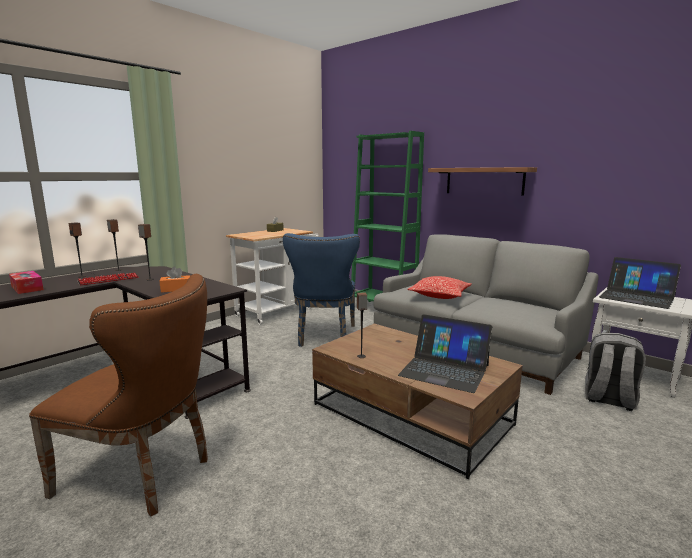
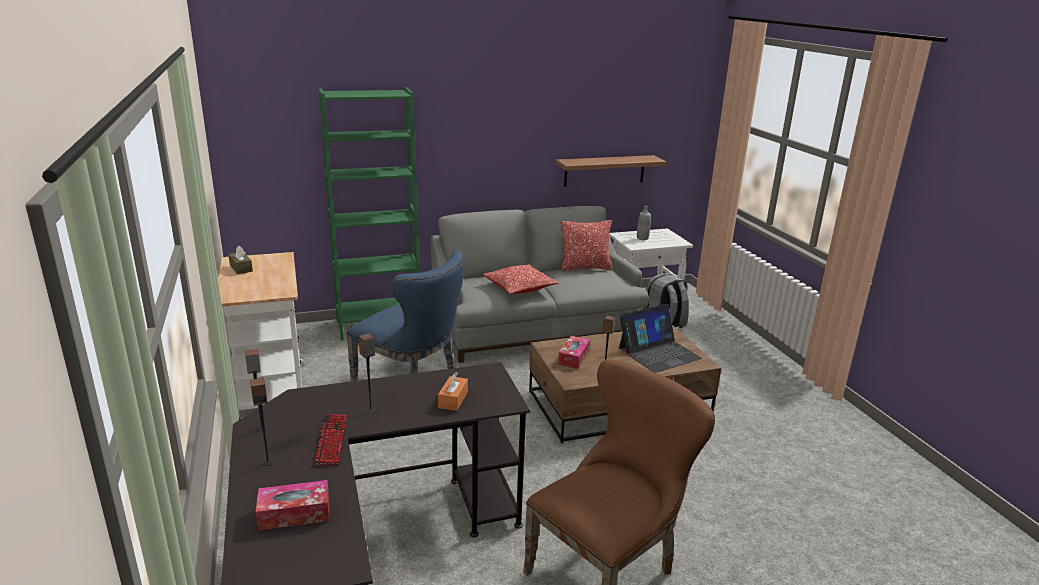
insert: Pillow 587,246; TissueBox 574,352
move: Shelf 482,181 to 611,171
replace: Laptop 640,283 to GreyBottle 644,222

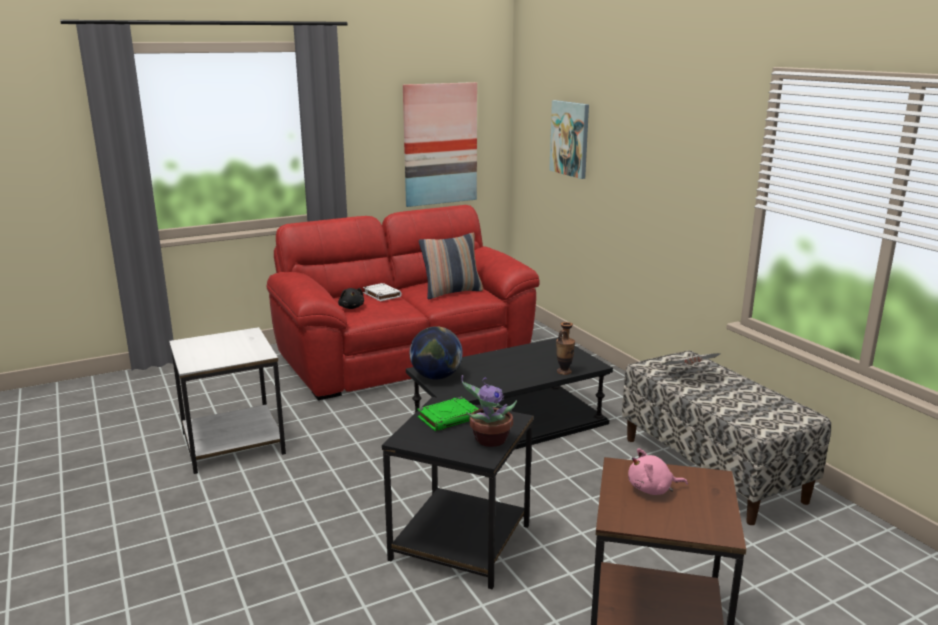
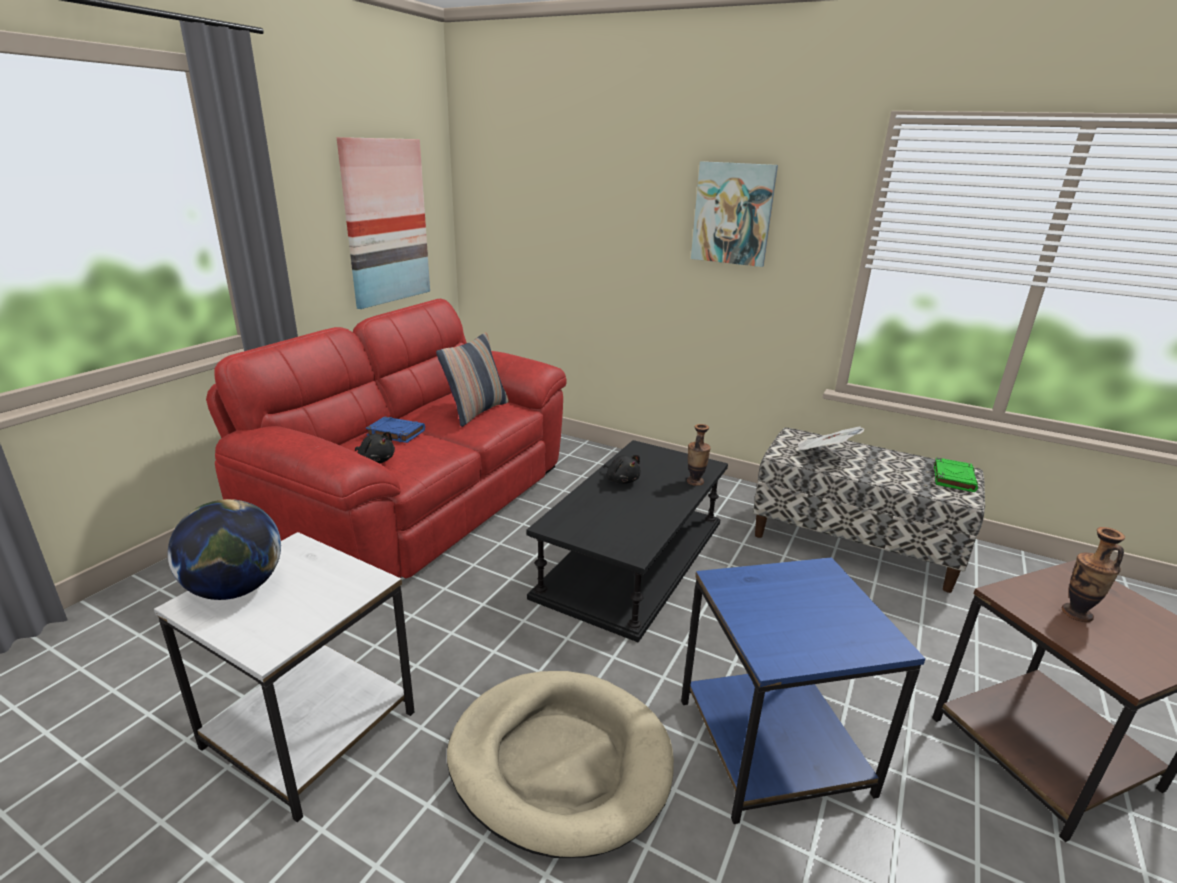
delete: PottedPlant 489,411
insert: BlackPlushToy 622,469; BeigeDogBed 560,764
move: Picture 569,139 to 734,214; Globe 436,352 to 224,549; GreenBook 447,414 to 956,474
replace: PinkPlushToy 658,471 to Vase 1093,574
recolor: WhiteBook 382,292 to BlueBook 395,430; BlackSideTable 457,493 to BlueSideTable 803,690

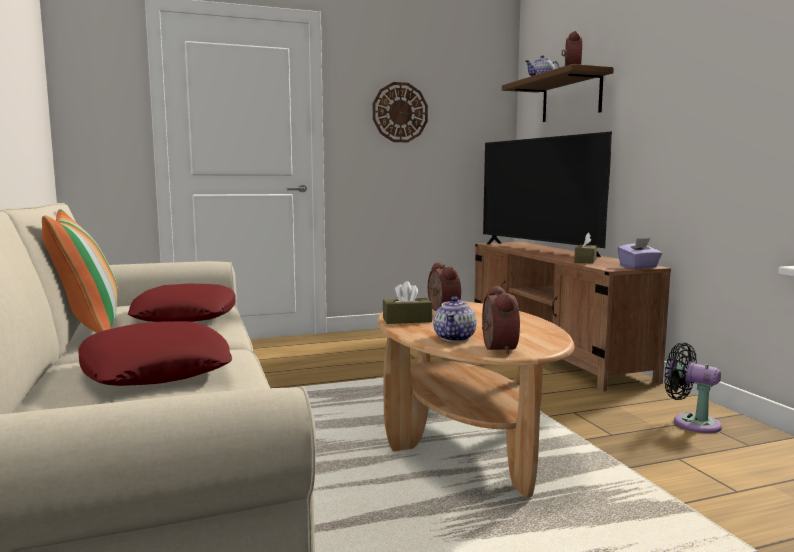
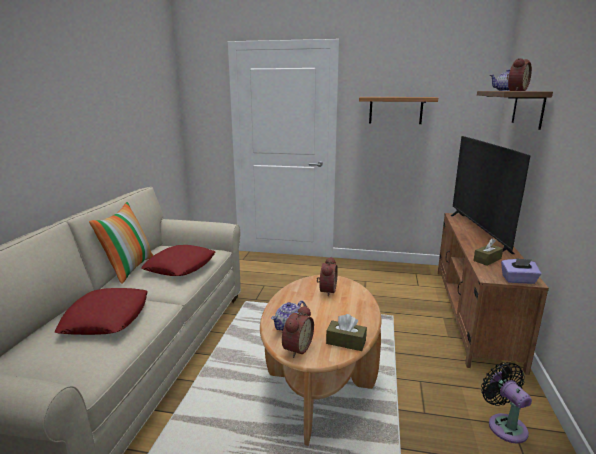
move: BrownTissueBox 407,302 to 346,332
replace: WallClock 400,112 to Shelf 398,110

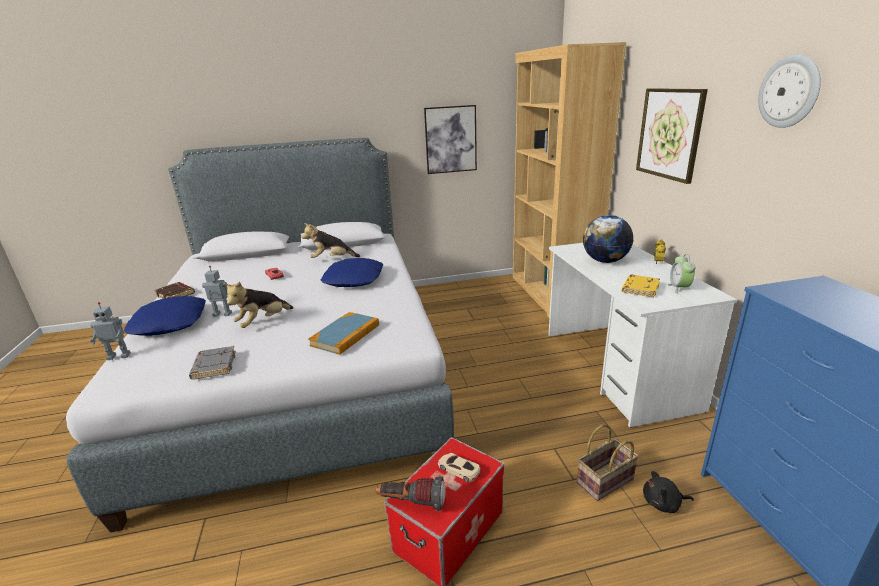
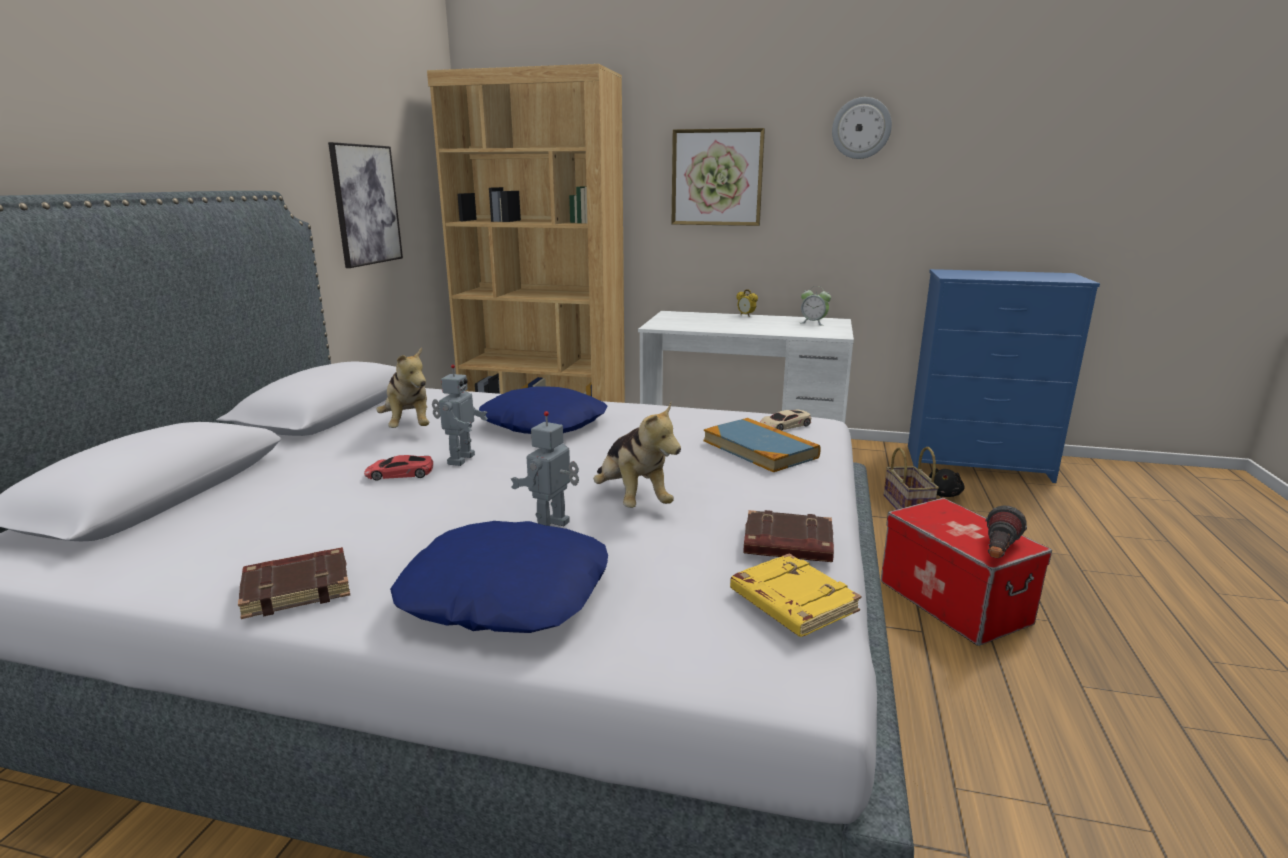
delete: Globe 608,239
move: YellowBook 641,286 to 796,595; ToyRobot 110,331 to 460,415; BeigeToyCar 459,467 to 785,420
recolor: GreyBook 212,363 to BrownBook 788,536
rotate: PlushToy 331,240 = 402,387 45 degrees counterclockwise

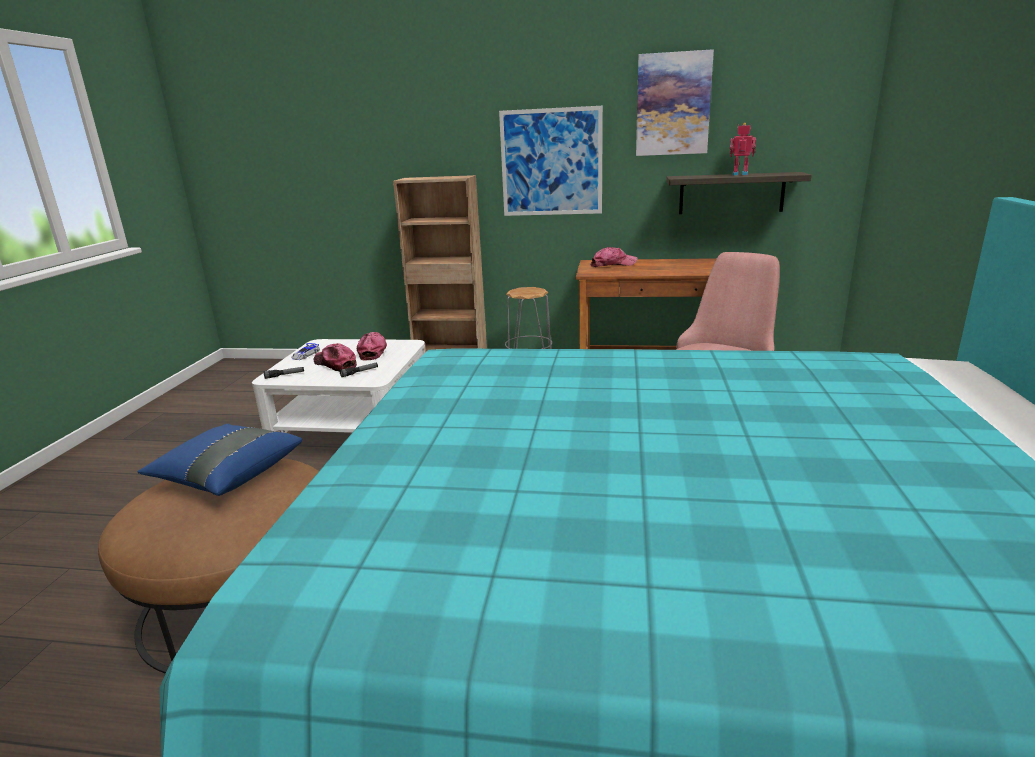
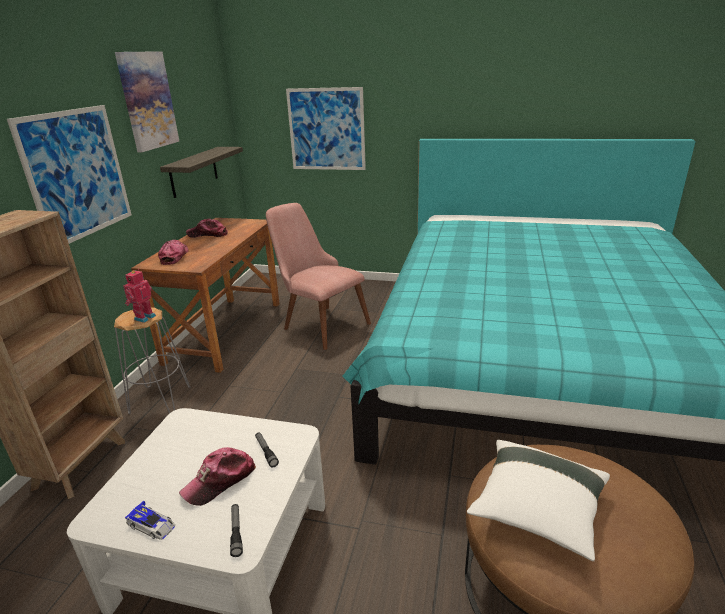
insert: Picture 326,128
move: ToyRobot 743,149 to 139,296; Cap 372,346 to 207,228
recolor: BluePillow 219,460 to WhitePillow 538,500

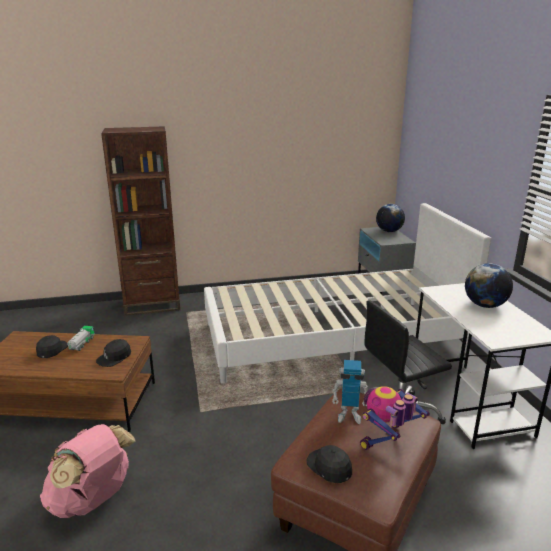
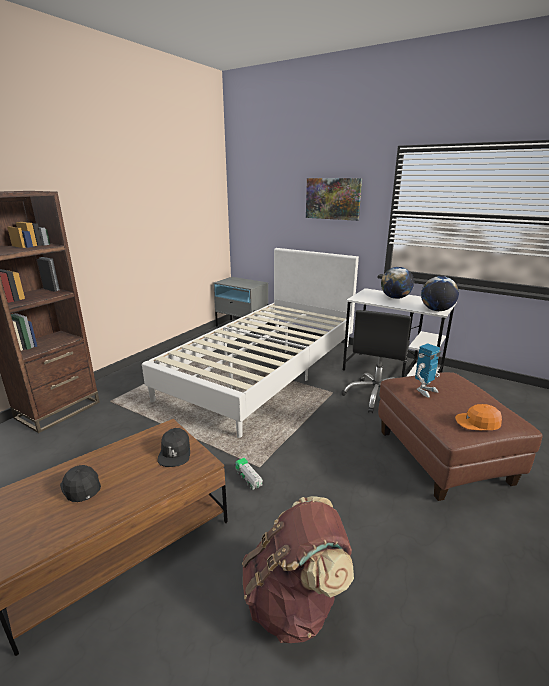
delete: ToyRobot 395,418
insert: Picture 334,199
move: Globe 390,218 to 440,293; ToyTruck 81,338 to 249,474
recolor: PinkBackpack 87,471 to BrownBackpack 298,569; BlackCap 329,464 to OrangeCap 478,417

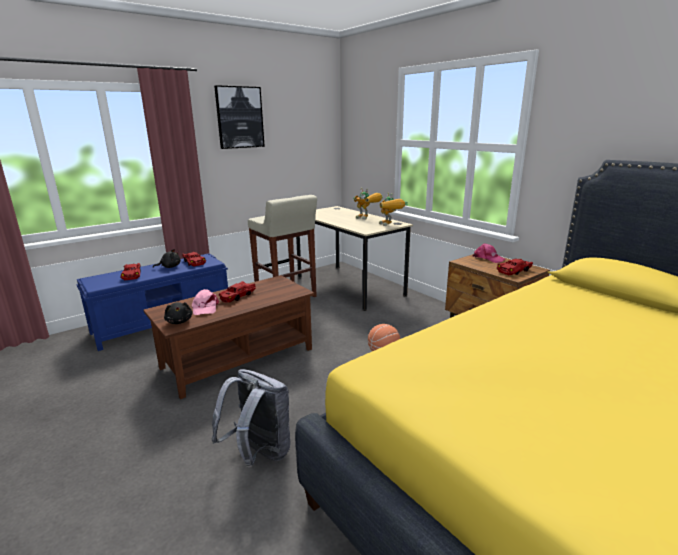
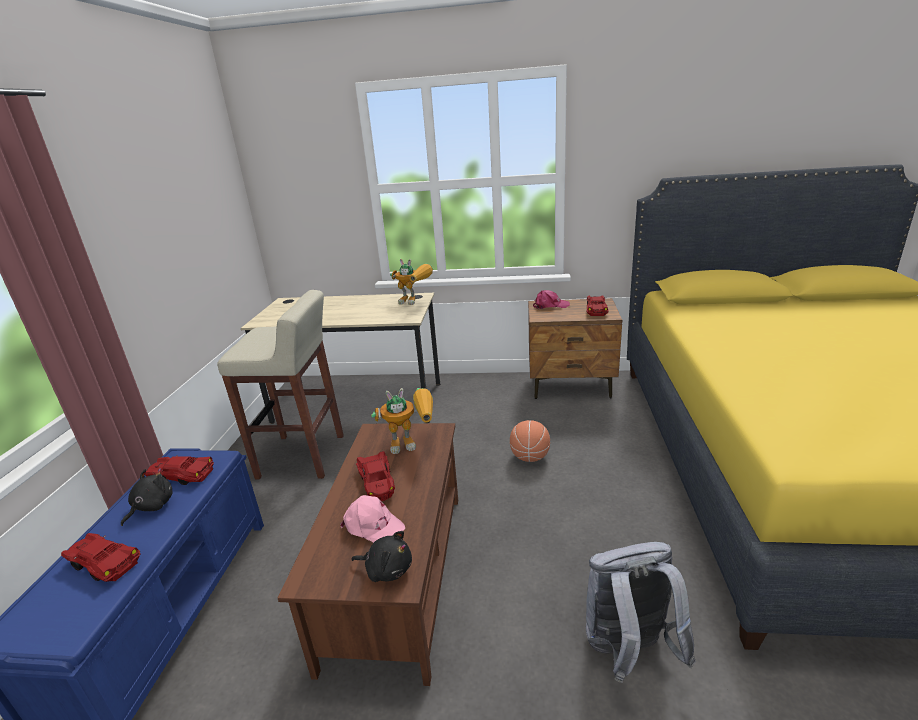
delete: Picture 239,117
move: ToyRobot 368,204 to 402,421

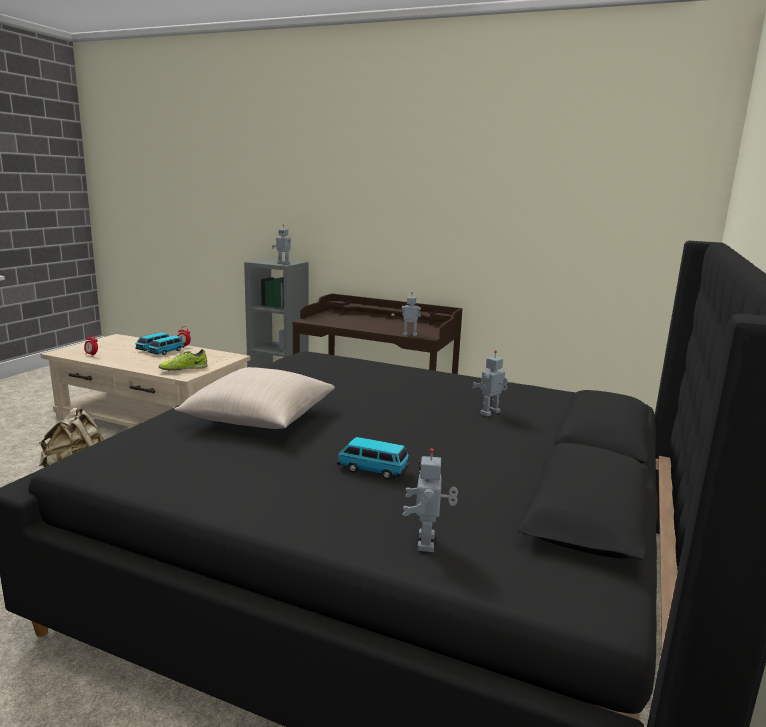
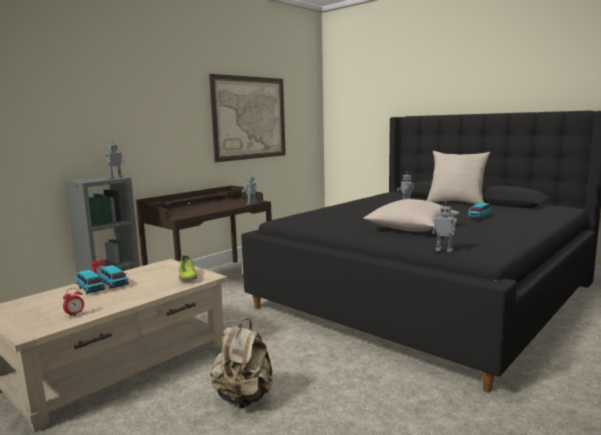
insert: Picture 247,118; BeigePillow 458,177
move: ToyRobot 430,500 to 445,227

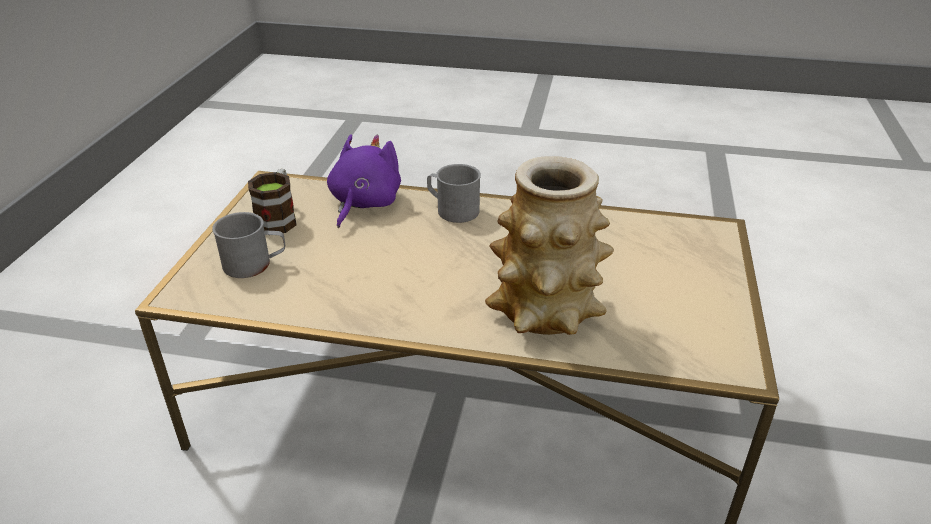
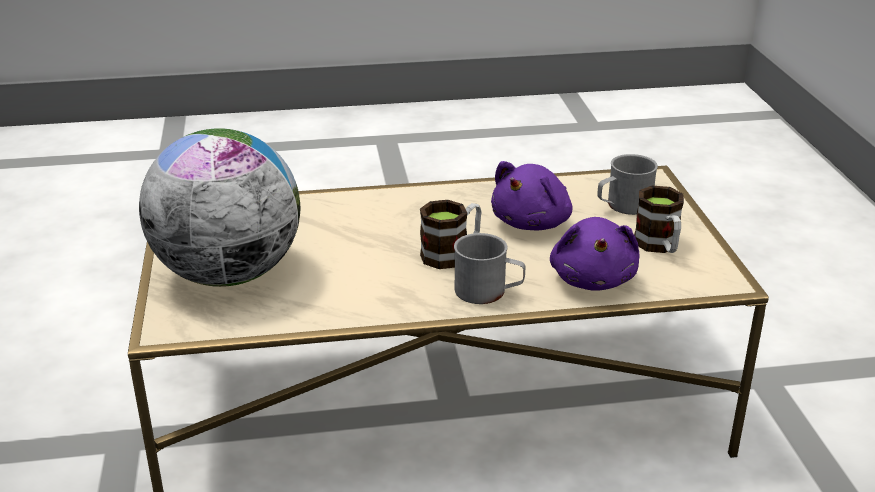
delete: Vase 549,245
insert: Globe 219,207; PurplePlushToy 531,195; Mug 451,234

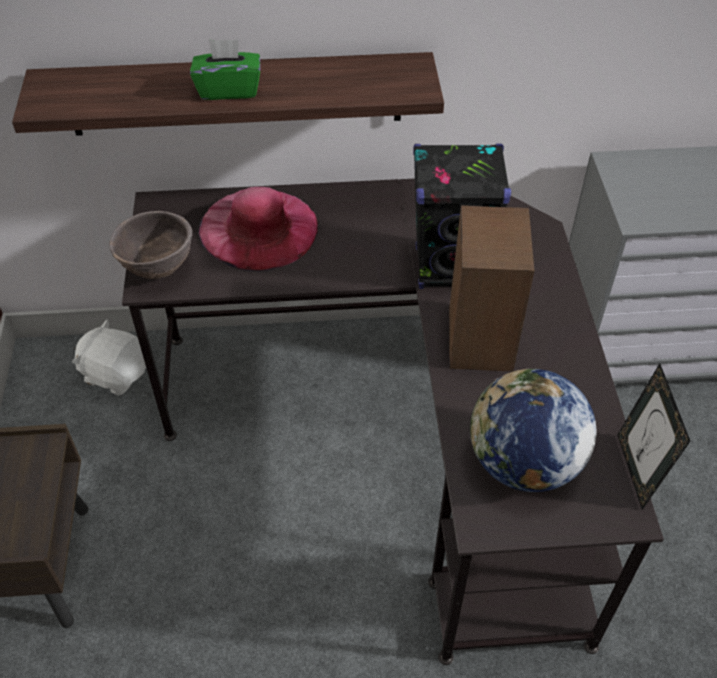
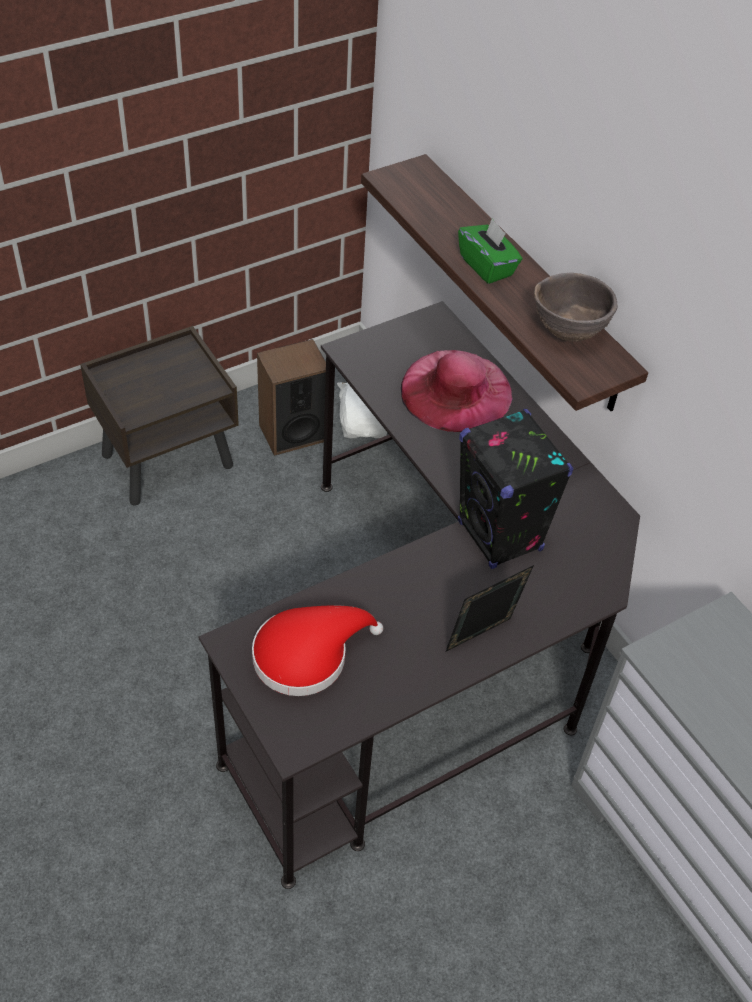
move: Speaker 491,288 to 291,397; BrownBowl 151,245 to 576,307; PictureFrame 653,436 to 490,608
replace: Globe 533,430 to RedHat 317,650

